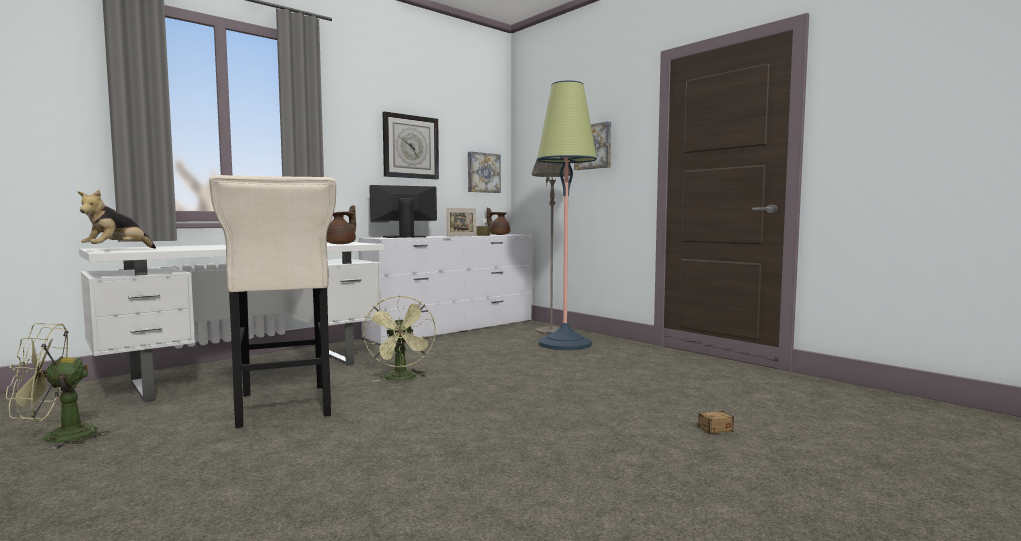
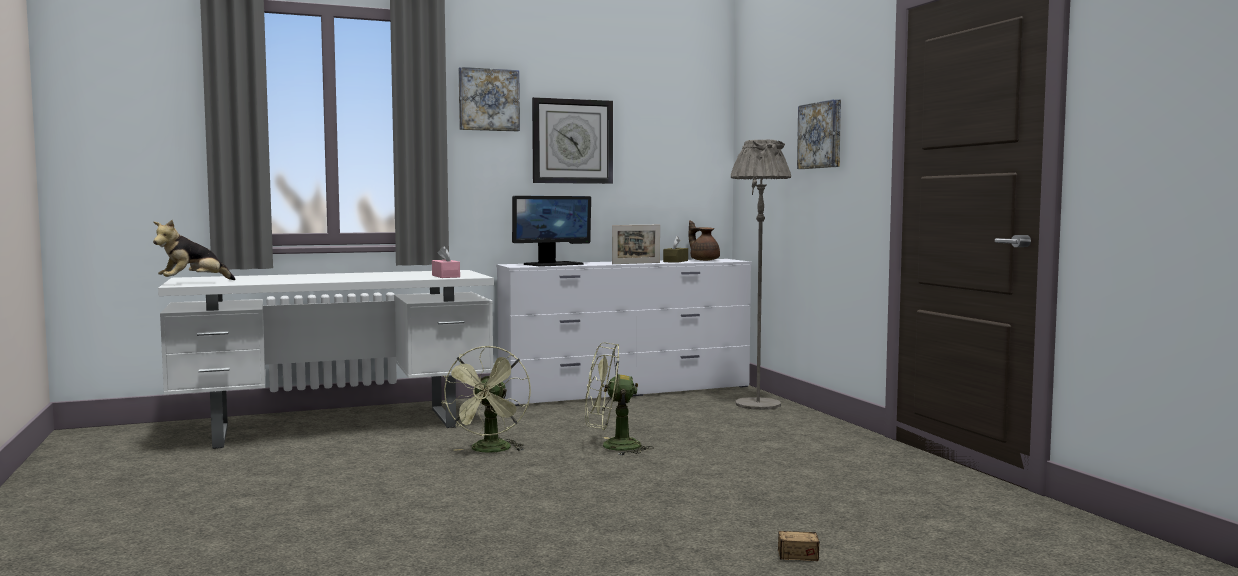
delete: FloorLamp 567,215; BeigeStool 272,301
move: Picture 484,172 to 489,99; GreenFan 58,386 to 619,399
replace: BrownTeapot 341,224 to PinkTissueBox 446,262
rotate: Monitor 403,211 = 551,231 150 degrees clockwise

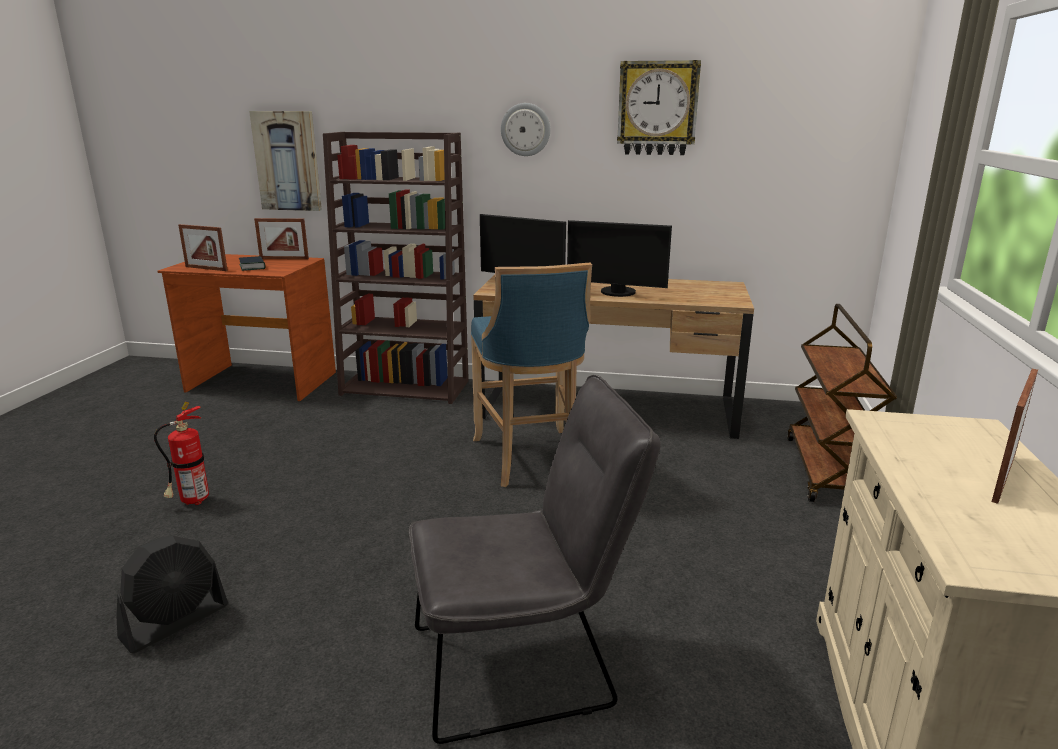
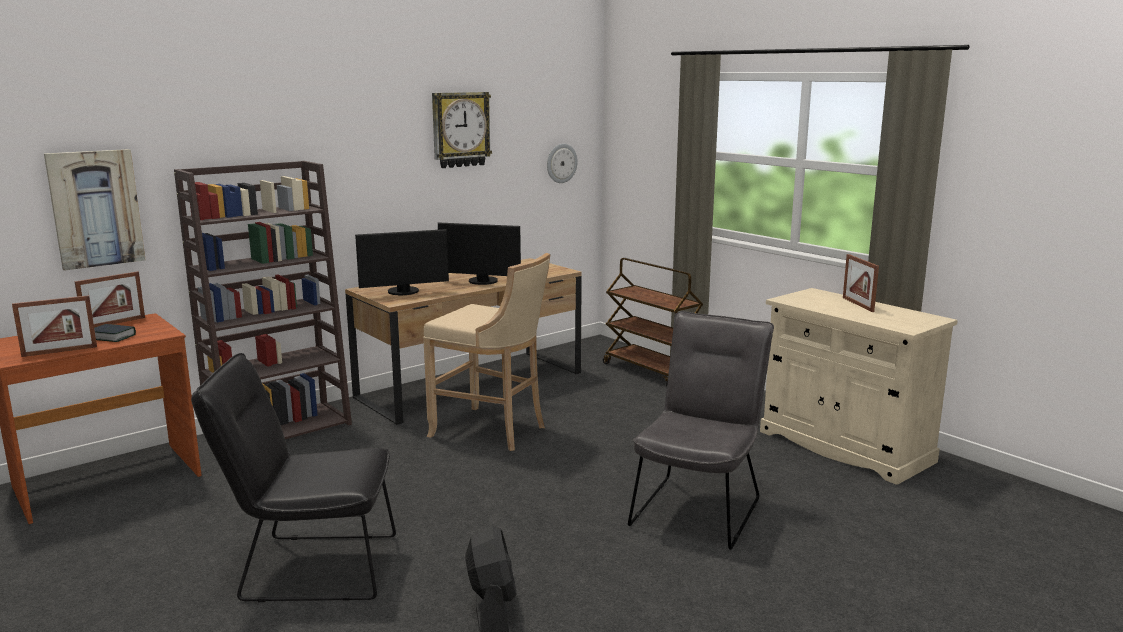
move: WallClock 525,129 to 562,163
replace: FireExtinguisher 181,453 to BlackChair 293,477
recolor: BlueStool 531,375 to BeigeStool 487,352
rotate: Monitor 619,258 = 479,253 45 degrees clockwise

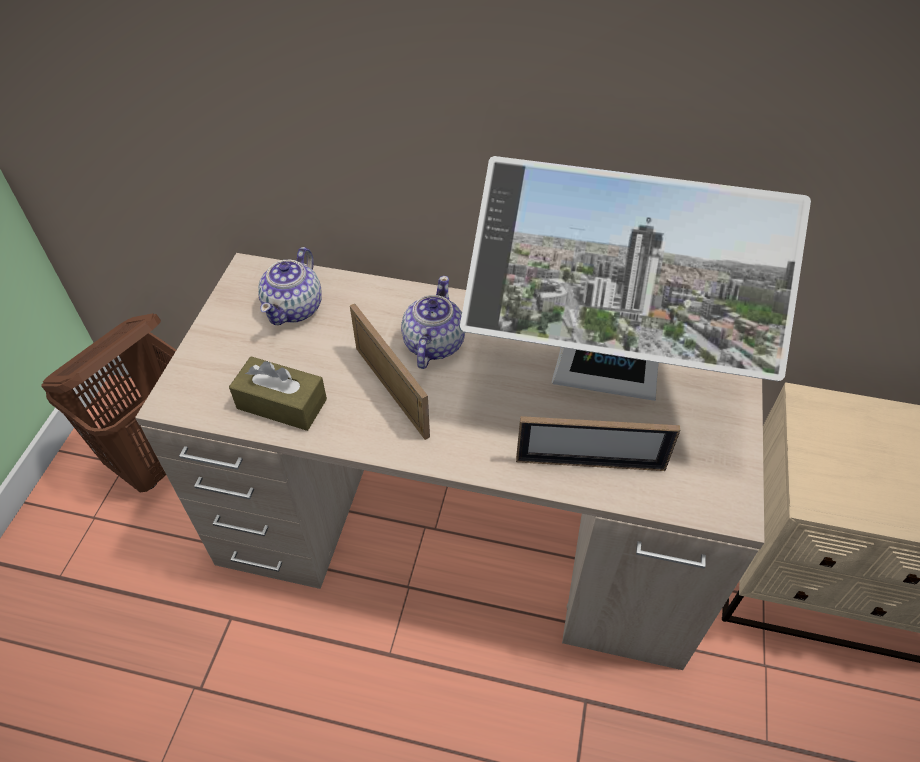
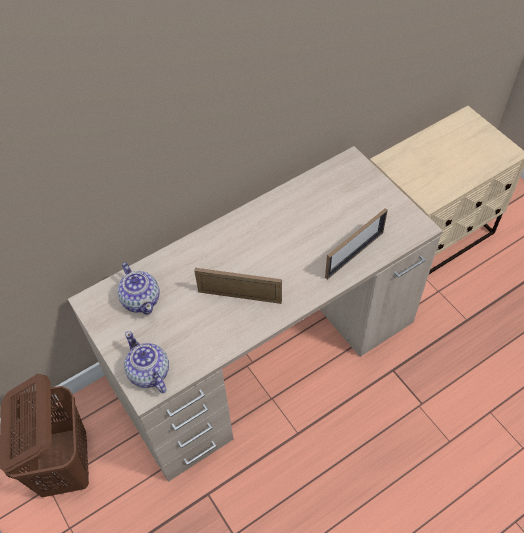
delete: Monitor 635,278; BrownTissueBox 278,393
move: Teapot 433,322 to 146,362

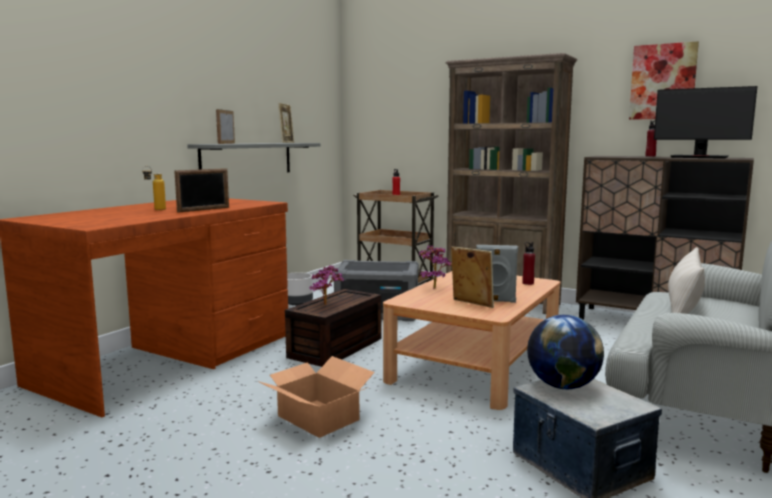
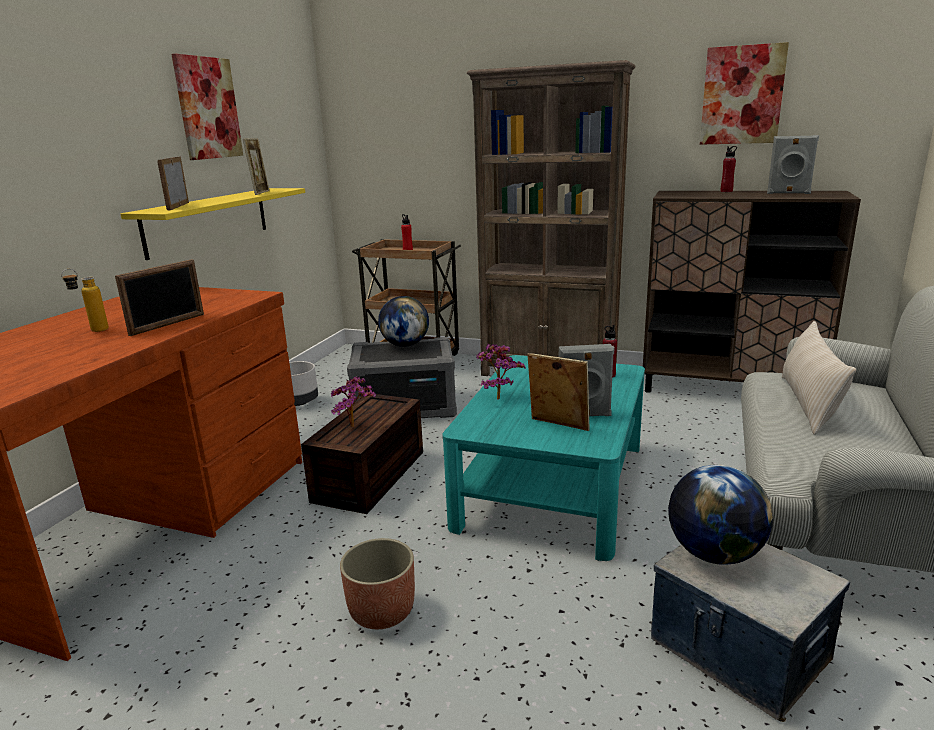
insert: Picture 207,107; Globe 403,321
replace: Monitor 706,122 to GreySpeaker 793,164; CardboardBox 316,397 to Planter 377,583
recolor: GreyShelf 254,157 to YellowShelf 213,224; BrownCoffeeTable 471,340 to TurquoiseCoffeeTable 543,458

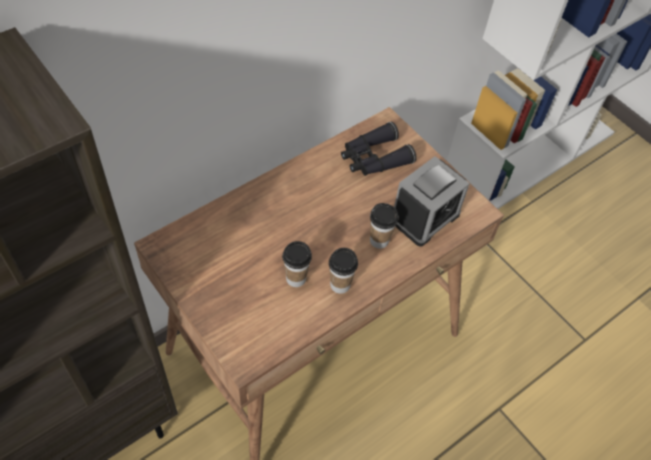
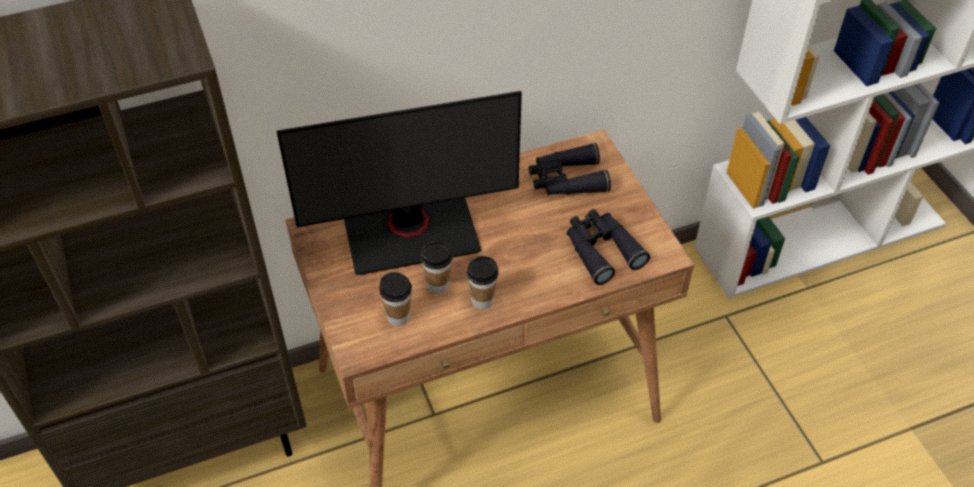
insert: Monitor 399,183
move: Cup 384,226 to 395,299
replace: AlarmClock 432,201 to BlackBinoculars 608,247

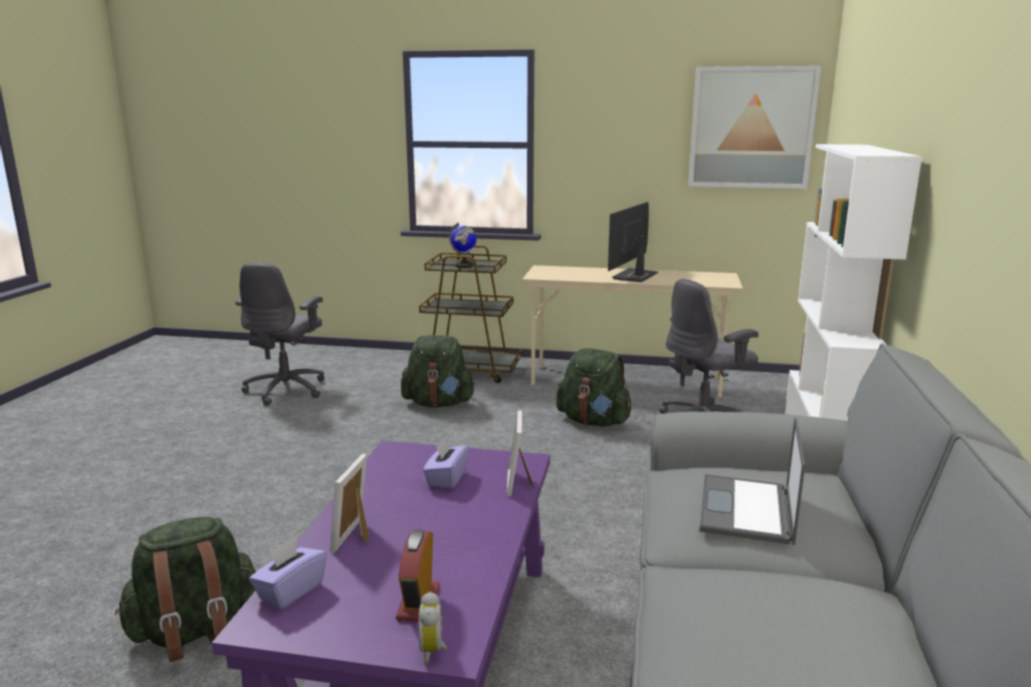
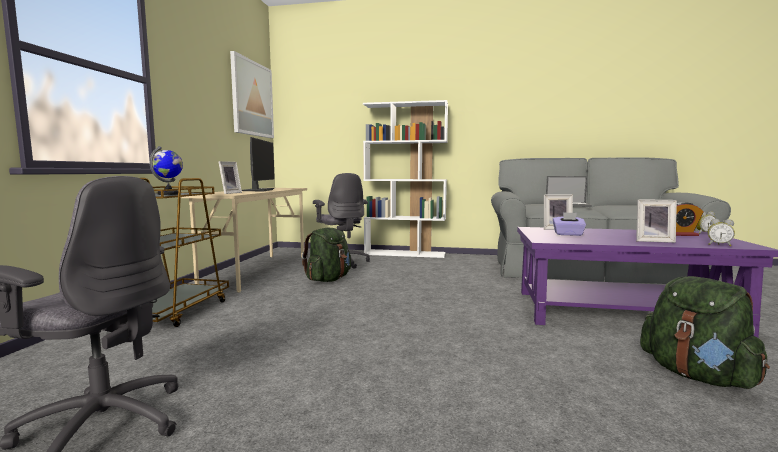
delete: GreenBackpack 438,371
insert: PictureFrame 230,177
replace: PurpleTissueBox 288,574 to AlarmClock 721,232
rotate: Monitor 633,242 = 258,164 120 degrees counterclockwise

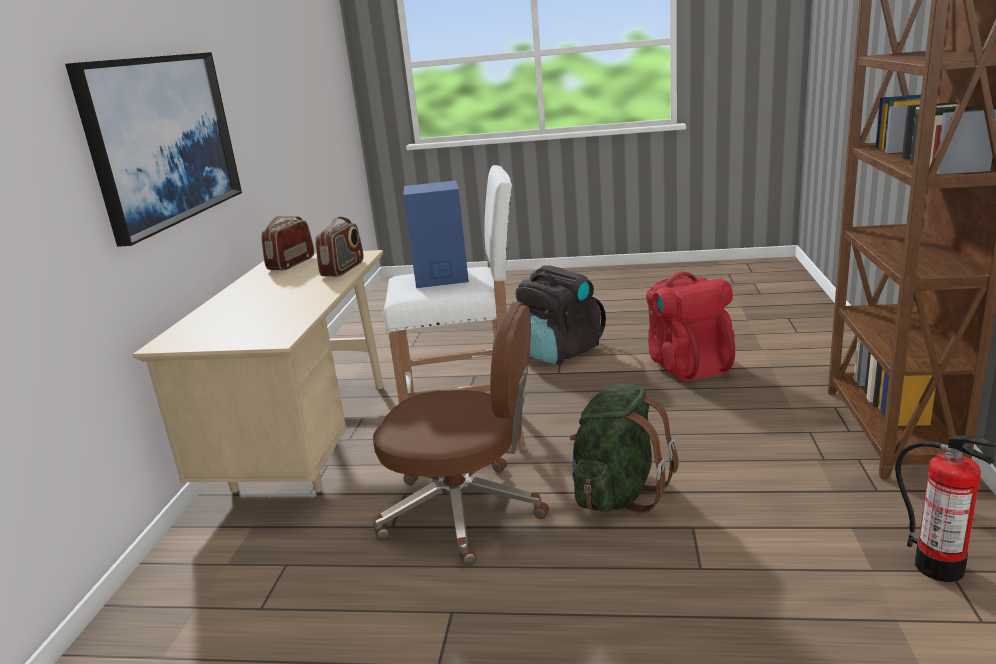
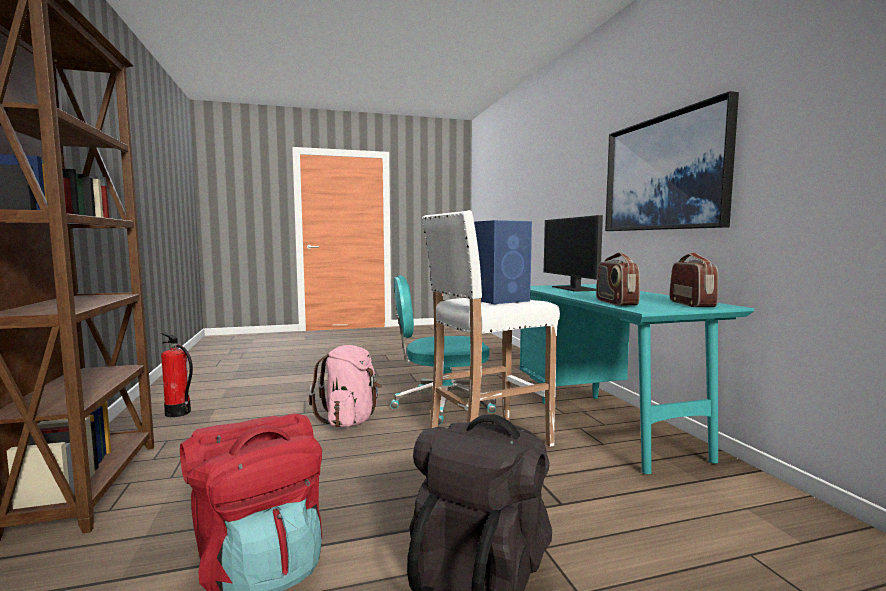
insert: Monitor 573,253
recolor: BeigeDesk 258,371 to TurquoiseDesk 637,379; BrownOfficeChair 461,433 to TurquoiseOfficeChair 443,350; GreenBackpack 624,448 to PinkBackpack 345,386

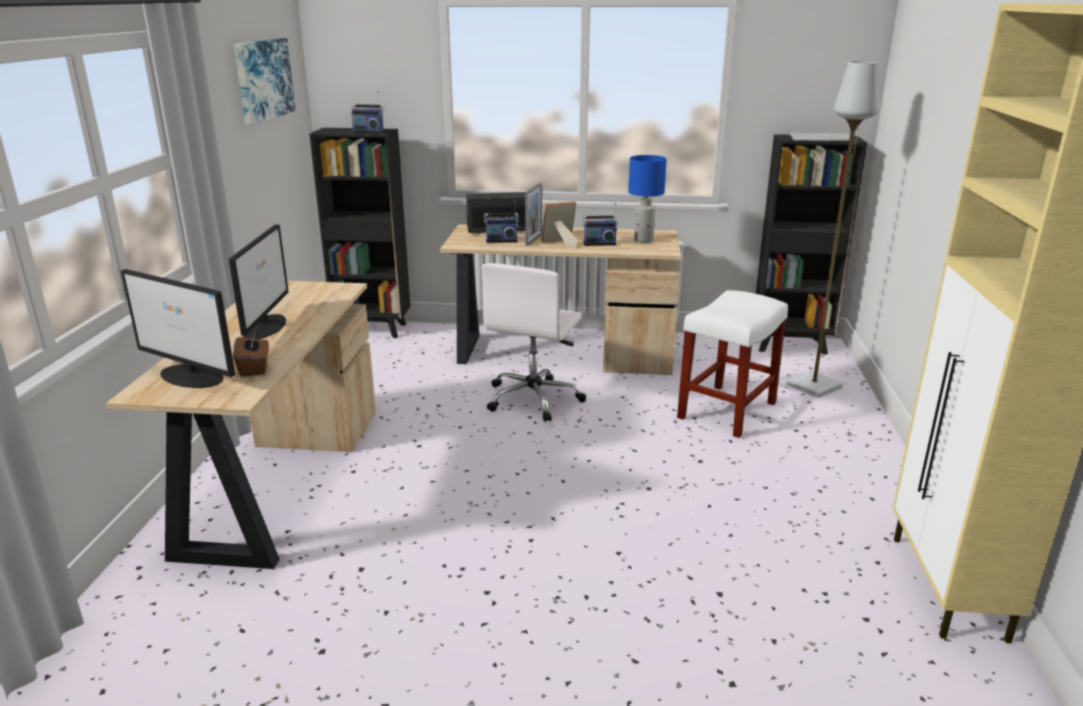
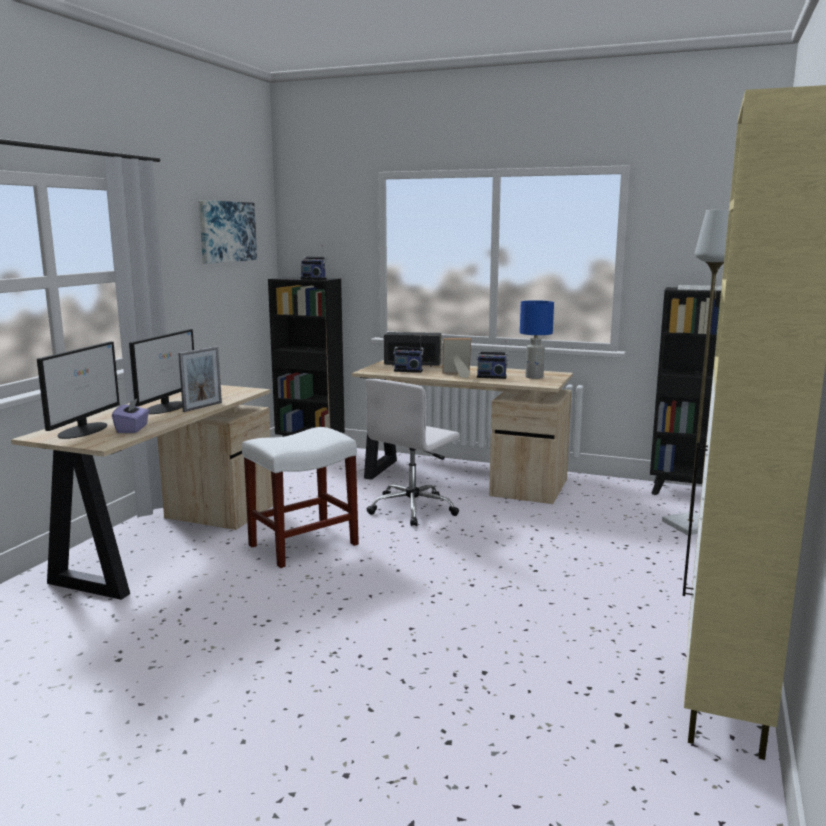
move: PictureFrame 533,214 to 200,379; WhiteStool 732,364 to 300,497
recolor: BrownTissueBox 251,353 to PurpleTissueBox 130,415
rotate: Monitor 178,328 = 78,390 120 degrees counterclockwise

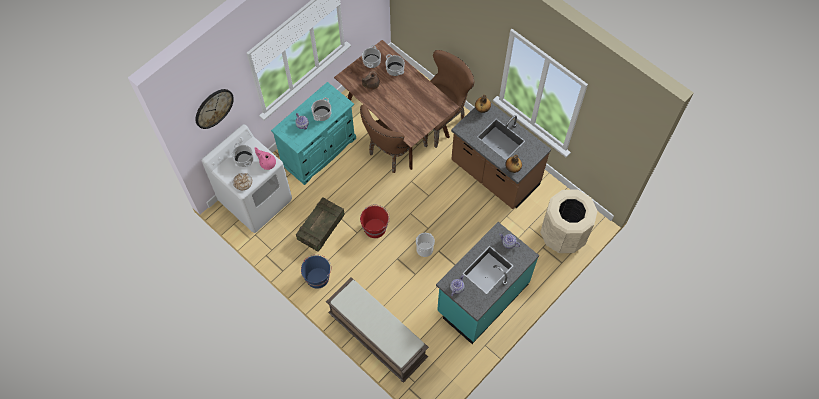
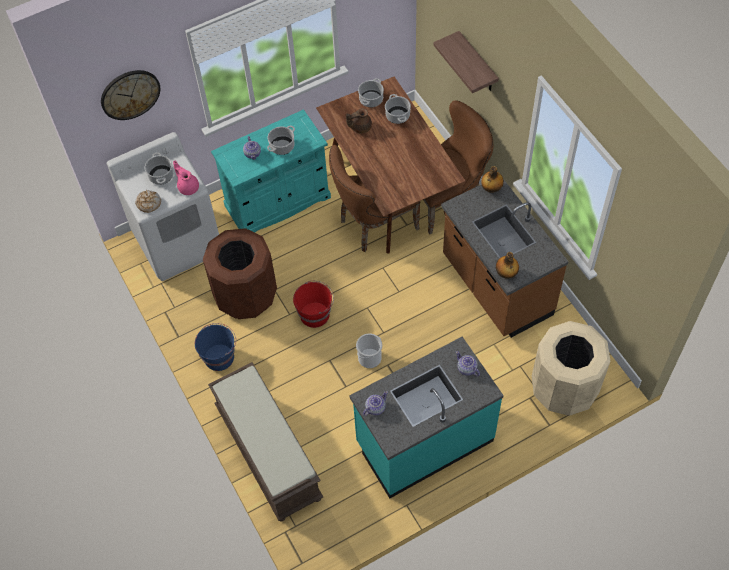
insert: Shelf 466,62
replace: Crate 320,224 to BrownTrashCan 240,273

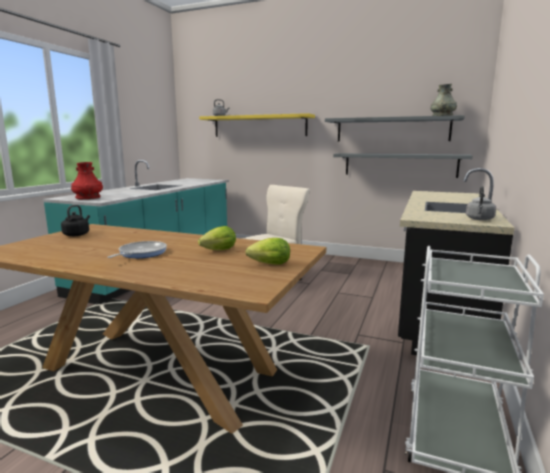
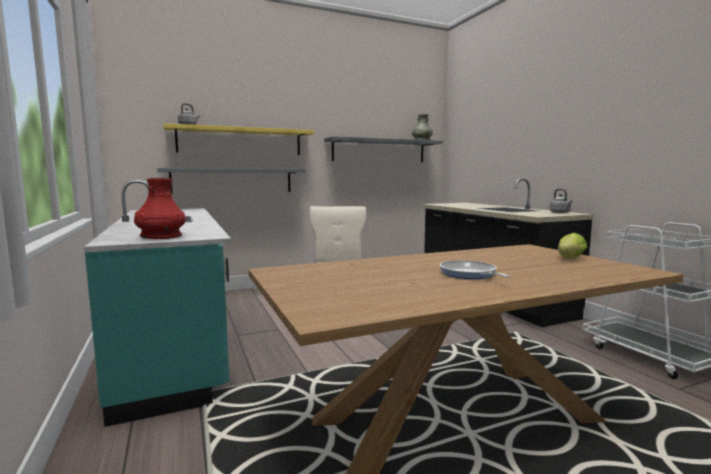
delete: BlackKettle 75,220; Lettuce 217,238
move: GreyShelf 403,165 to 231,181

